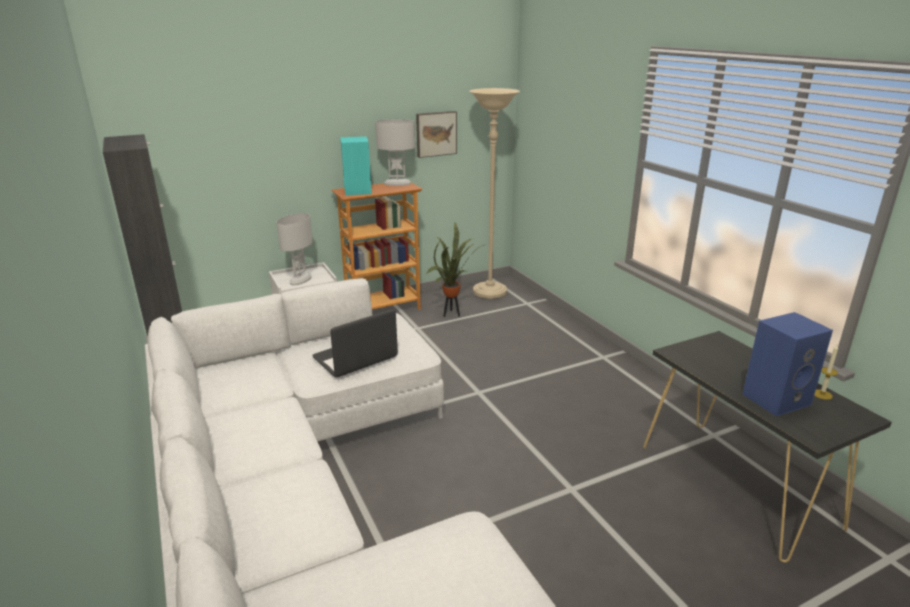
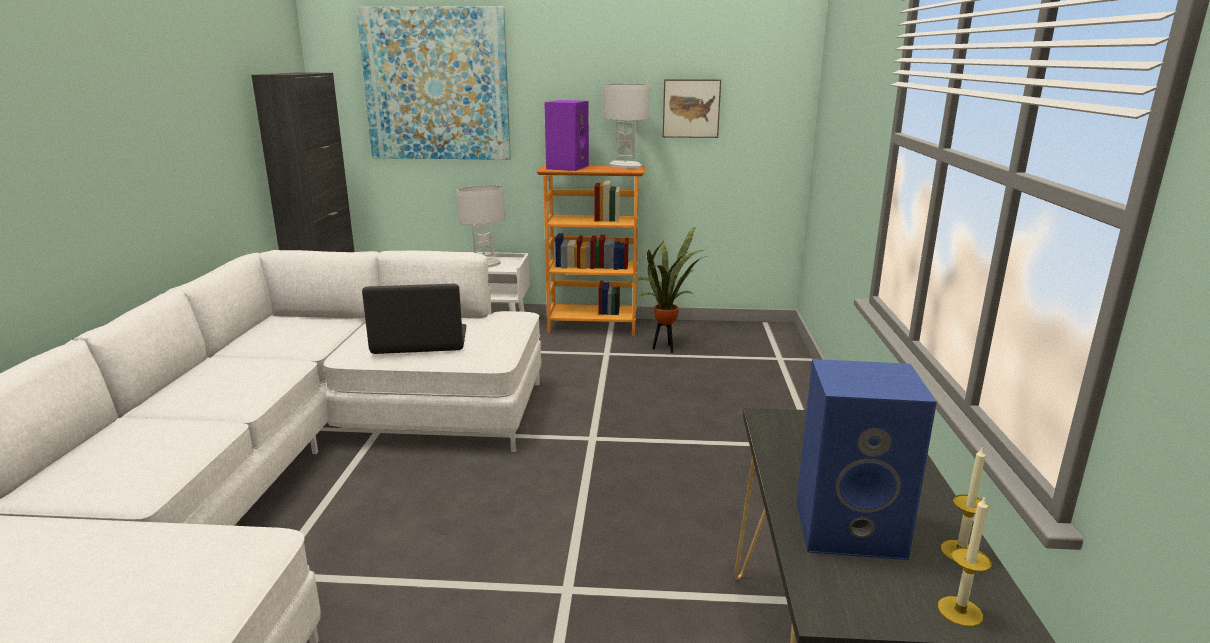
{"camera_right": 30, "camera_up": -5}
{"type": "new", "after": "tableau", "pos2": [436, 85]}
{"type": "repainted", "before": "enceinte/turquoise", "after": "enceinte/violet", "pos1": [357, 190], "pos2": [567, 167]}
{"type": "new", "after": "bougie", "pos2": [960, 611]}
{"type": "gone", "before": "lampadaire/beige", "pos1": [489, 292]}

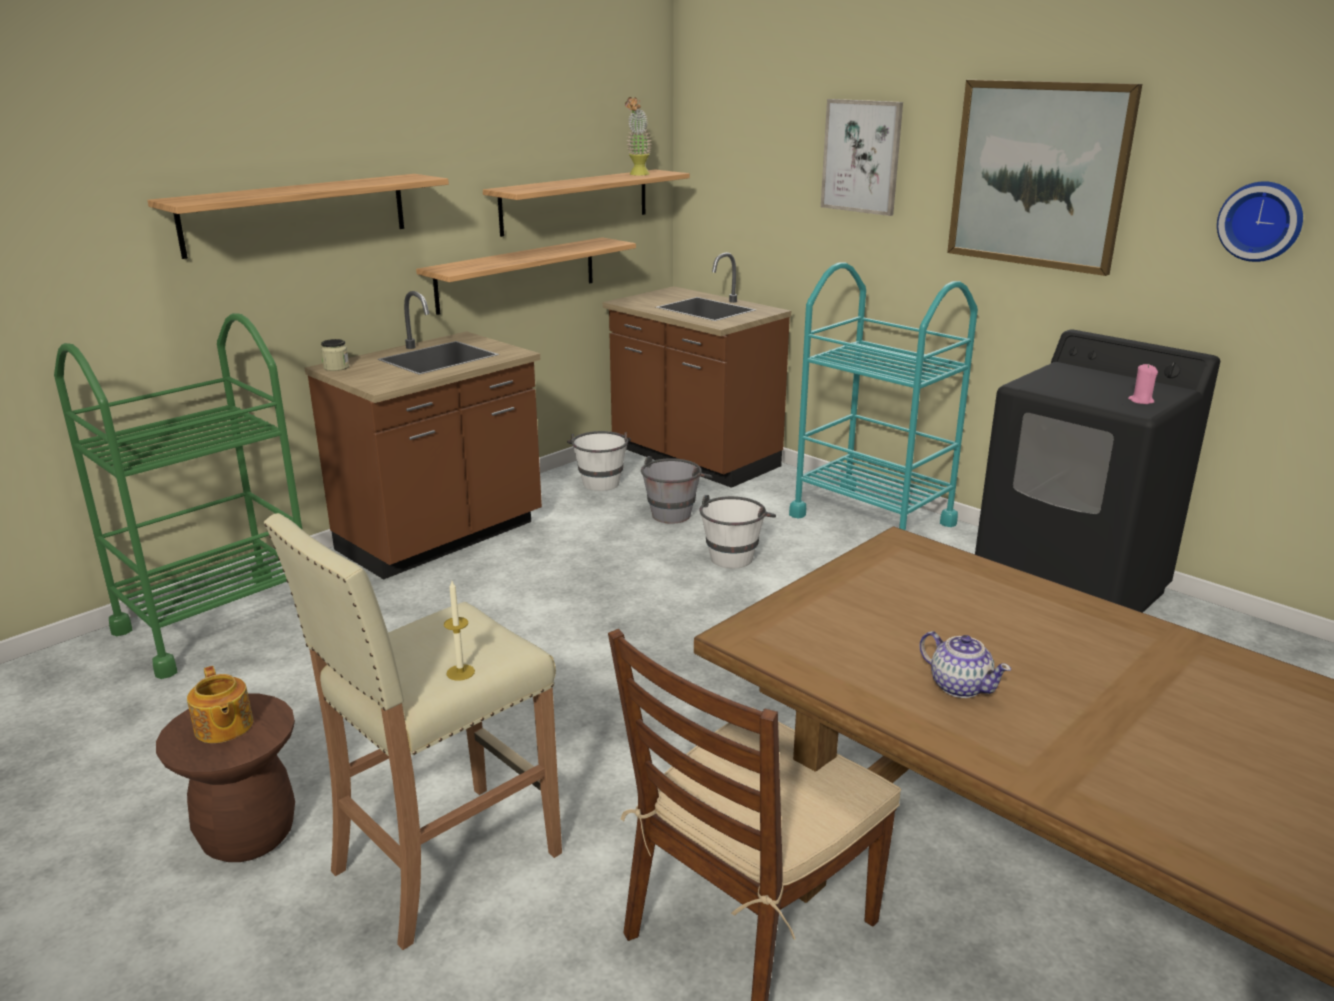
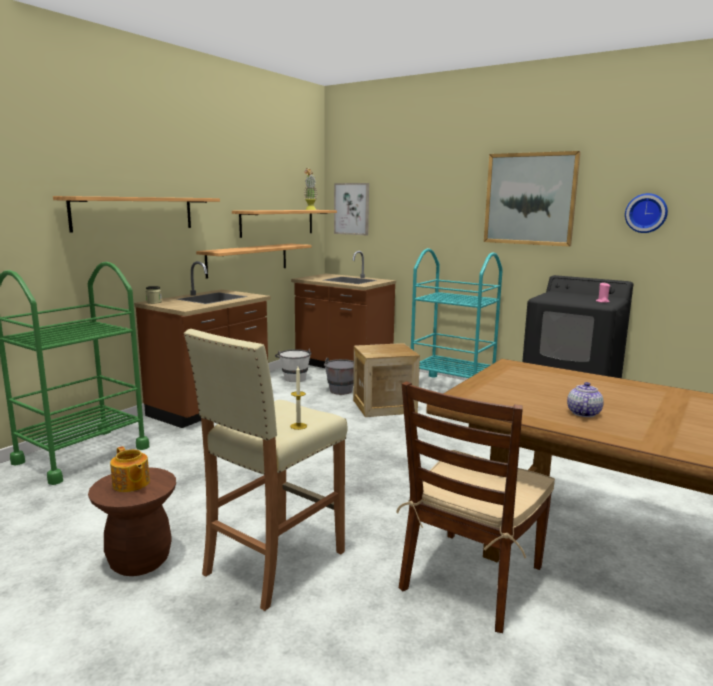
{"camera_right": -10, "camera_up": -10}
{"type": "shifted", "before": "tableau", "pos1": [861, 156], "pos2": [351, 209]}
{"type": "swapped", "before": "seau/blanc", "after": "caisse", "pos1": [735, 554], "pos2": [384, 406]}
{"type": "rotated", "before": "théière", "pos1": [959, 686], "pos2": [583, 413], "turn": -105}

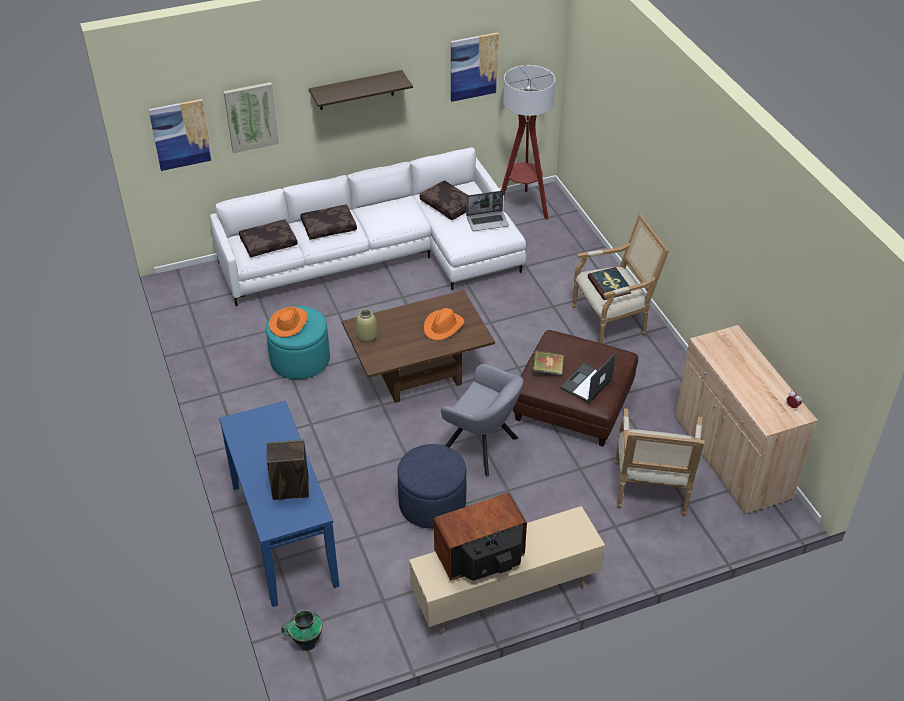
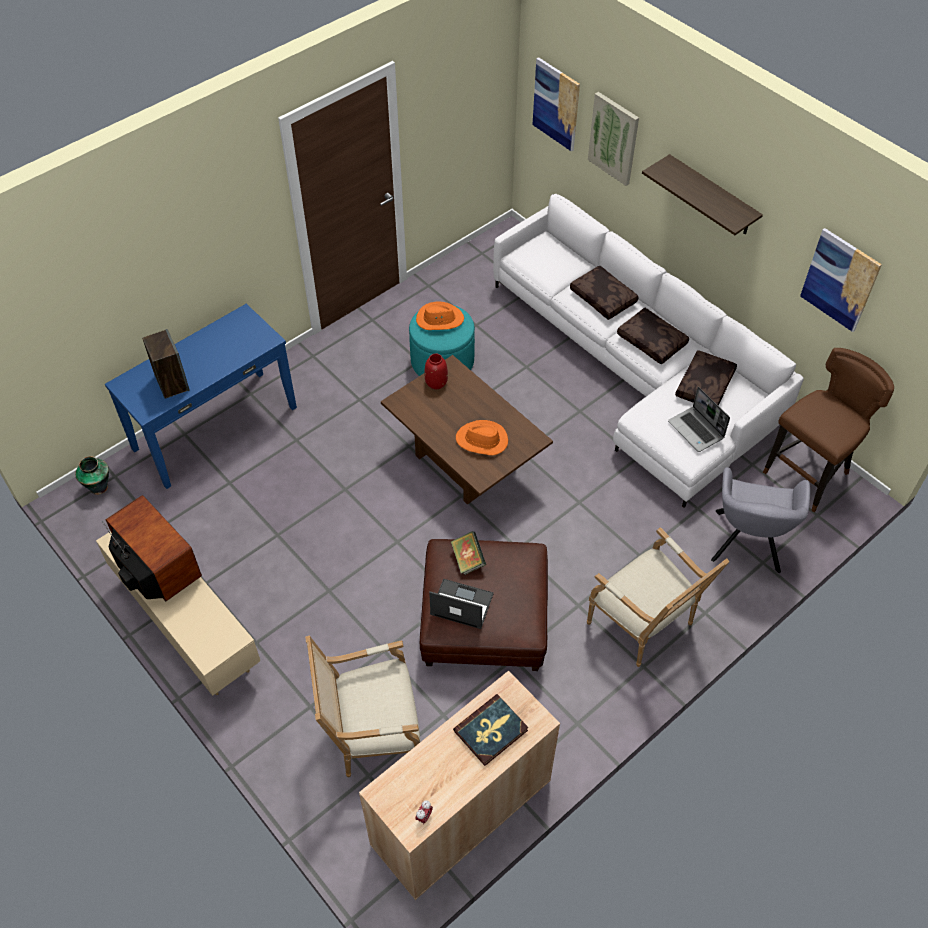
{"camera_right": 70, "camera_up": 10}
{"type": "repainted", "before": "vase/beige", "after": "vase/rouge", "pos1": [367, 337], "pos2": [436, 382]}
{"type": "shifted", "before": "livre", "pos1": [609, 285], "pos2": [491, 731]}
{"type": "shifted", "before": "coussin/marron", "pos1": [269, 243], "pos2": [652, 341]}
{"type": "shifted", "before": "fauteuil/gris", "pos1": [483, 448], "pos2": [746, 545]}
{"type": "swapped", "before": "lampadaire", "after": "tabouret/marron", "pos1": [523, 207], "pos2": [808, 475]}
{"type": "gone", "before": "pouf/bleu", "pos1": [432, 504]}

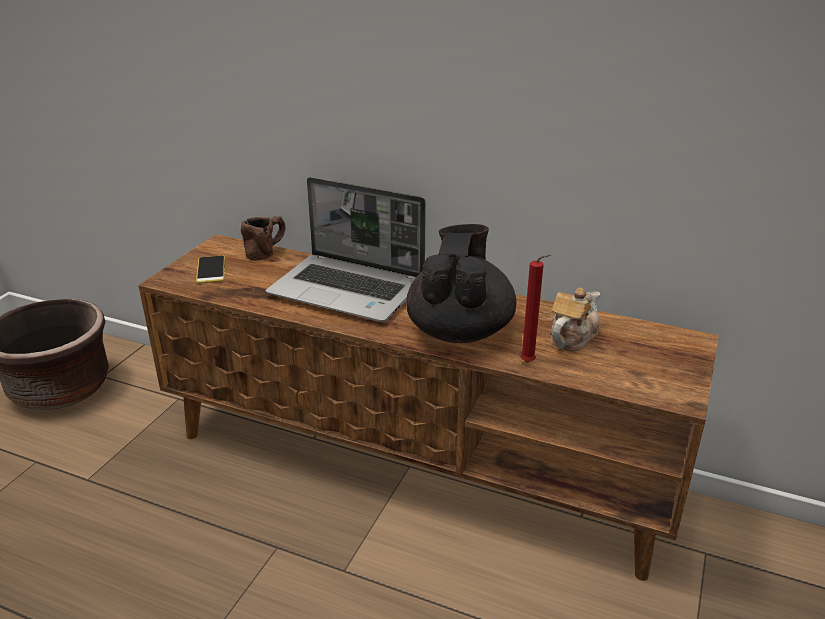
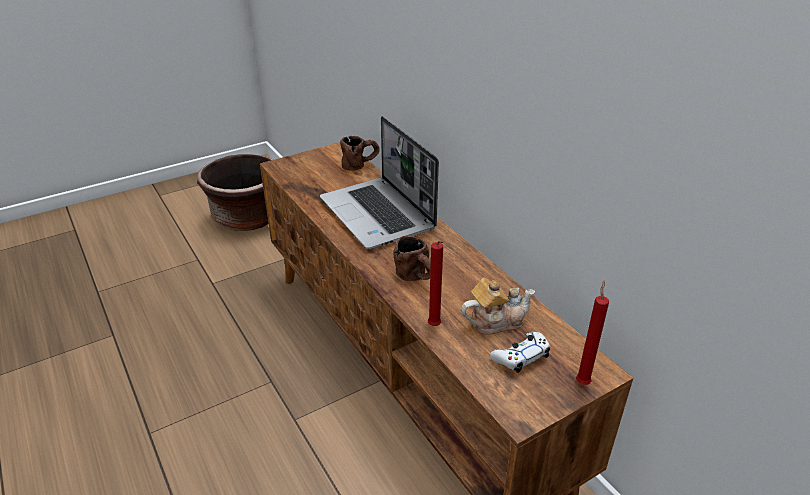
{"camera_right": 35, "camera_up": 5}
{"type": "swapped", "before": "théière/noir", "after": "mug/marron", "pos1": [459, 330], "pos2": [416, 278]}
{"type": "new", "after": "manette/blanc", "pos2": [521, 356]}
{"type": "new", "after": "bougie/rouge", "pos2": [582, 381]}
{"type": "gone", "before": "téléphone", "pos1": [211, 270]}

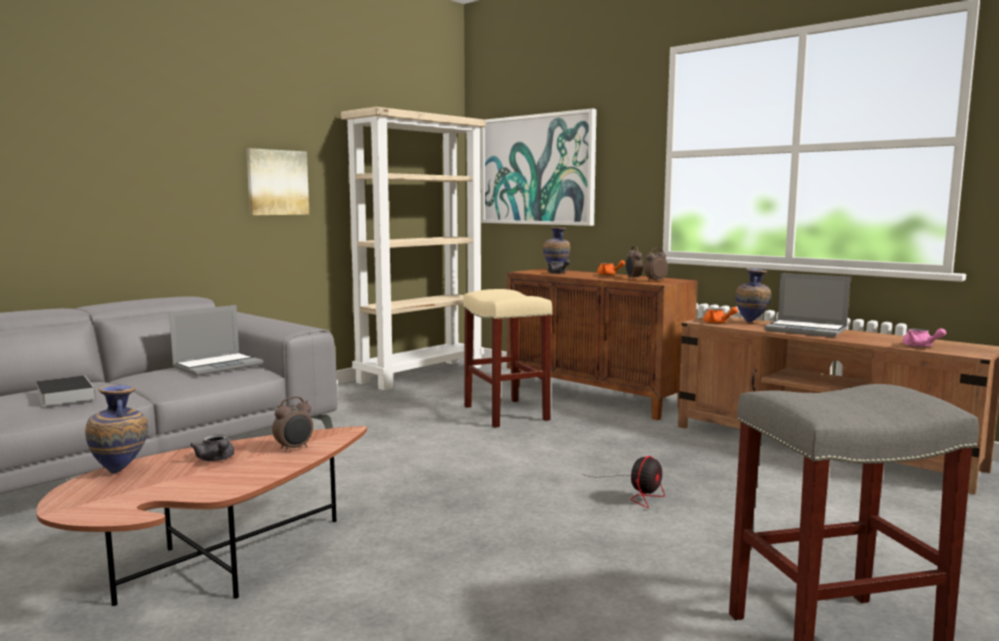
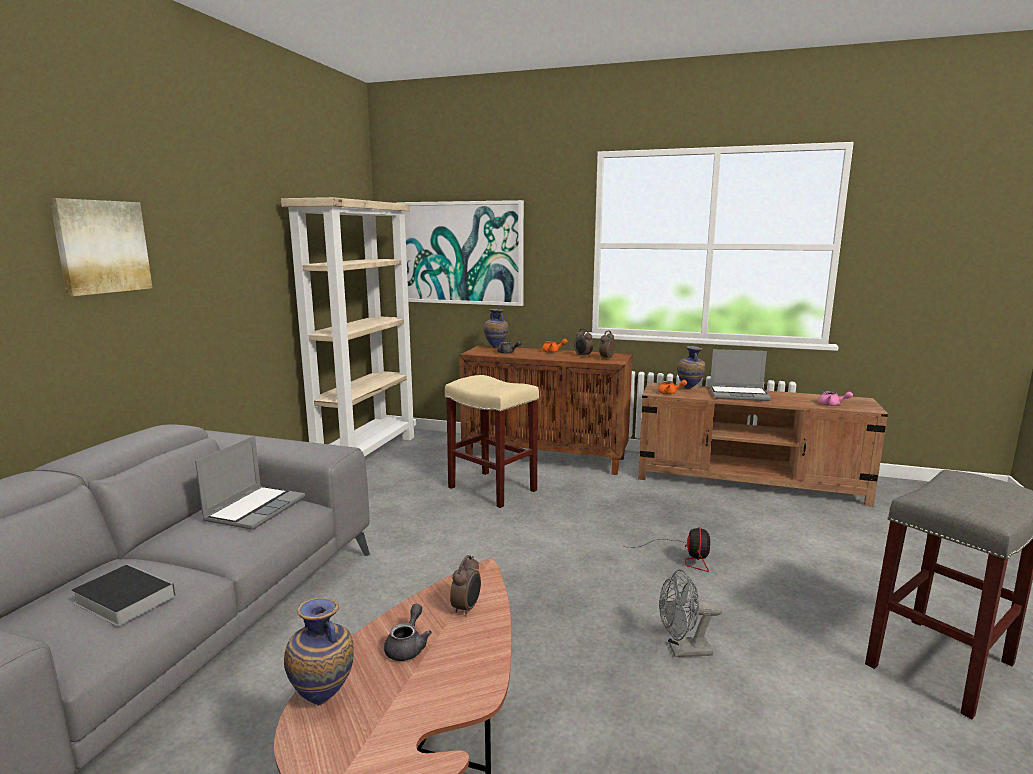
{"camera_right": -25, "camera_up": 5}
{"type": "shifted", "before": "tableau", "pos1": [277, 182], "pos2": [102, 246]}
{"type": "rotated", "before": "théière/gris", "pos1": [216, 459], "pos2": [408, 646], "turn": -105}
{"type": "new", "after": "ventilateur/gris", "pos2": [683, 650]}

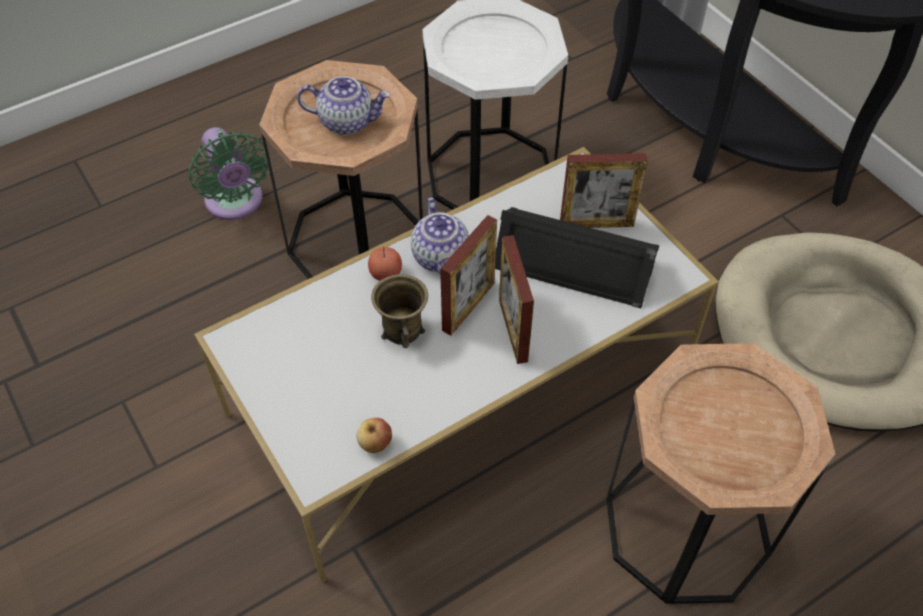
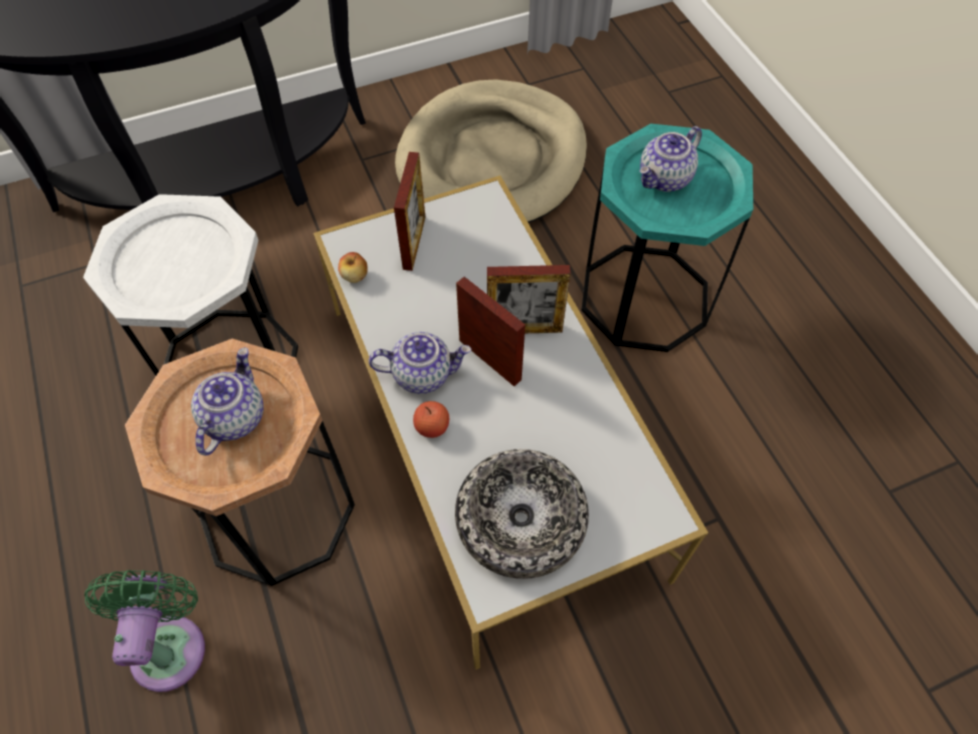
{"camera_right": -80, "camera_up": 5}
{"type": "rotated", "before": "ventilateur/vert", "pos1": [236, 203], "pos2": [169, 643], "turn": -75}
{"type": "shifted", "before": "pomme", "pos1": [375, 443], "pos2": [355, 276]}
{"type": "new", "after": "bol", "pos2": [520, 519]}
{"type": "repainted", "before": "table d'appoint/marron", "after": "table d'appoint/turquoise", "pos1": [687, 527], "pos2": [644, 297]}
{"type": "new", "after": "théière", "pos2": [665, 179]}
{"type": "gone", "before": "mug/marron", "pos1": [403, 329]}
{"type": "gone", "before": "enceinte/noir", "pos1": [574, 262]}

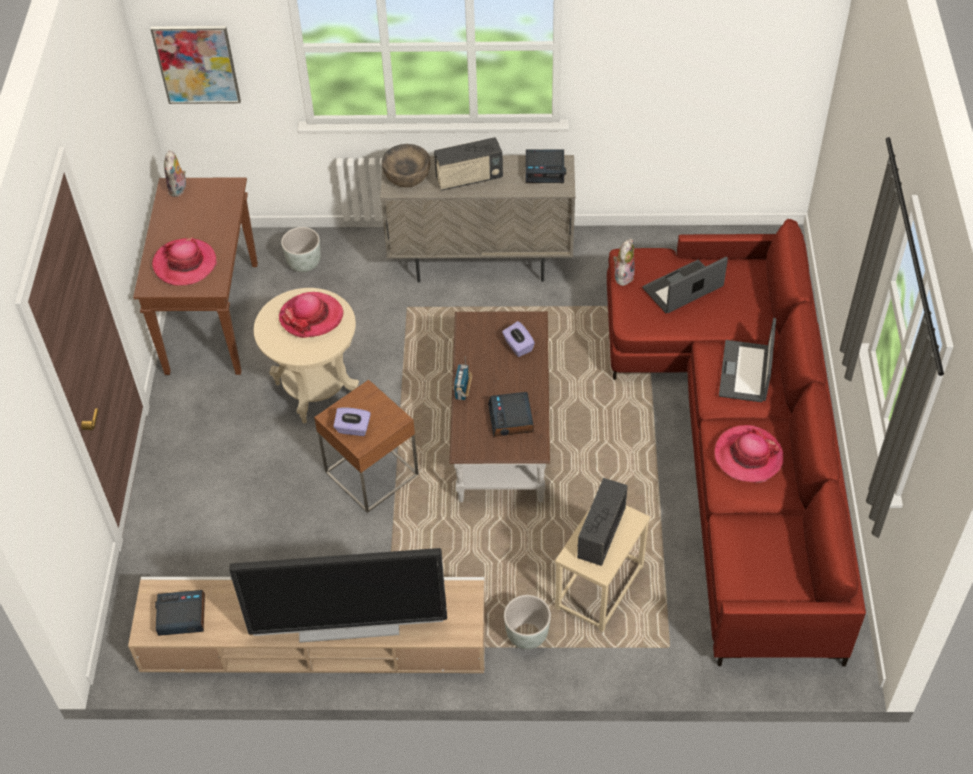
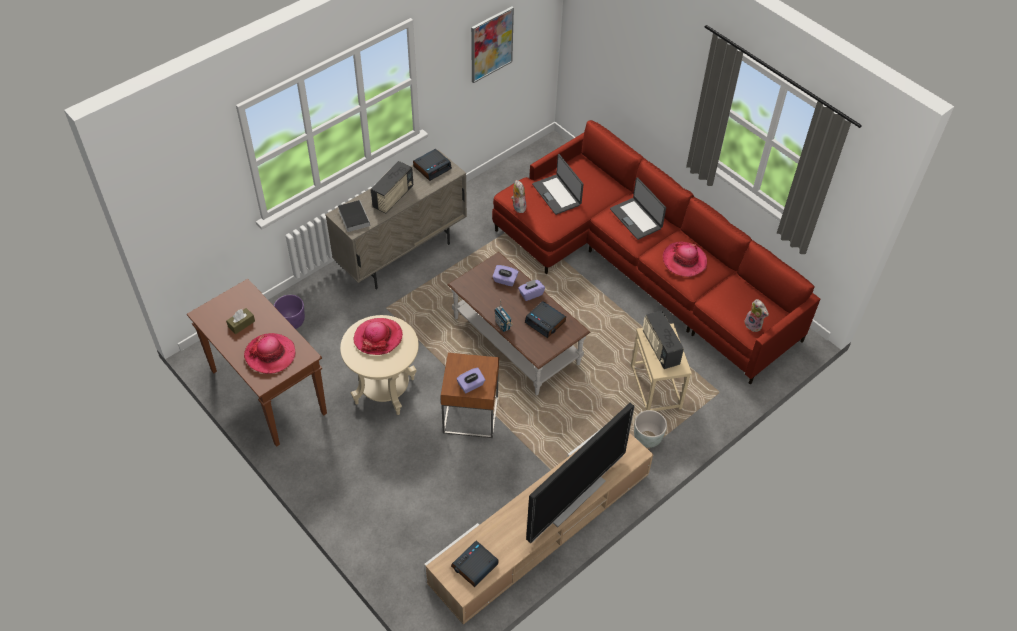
{"camera_right": -45, "camera_up": 0}
{"type": "new", "after": "boîte à mouchoirs/marron", "pos2": [241, 324]}
{"type": "repainted", "before": "cache-pot/gris", "after": "cache-pot/violet", "pos1": [304, 263], "pos2": [291, 322]}
{"type": "swapped", "before": "bol/marron", "after": "livre", "pos1": [407, 175], "pos2": [353, 217]}
{"type": "shifted", "before": "tableau", "pos1": [197, 64], "pos2": [491, 44]}
{"type": "new", "after": "boîte à mouchoirs/violet", "pos2": [531, 294]}
{"type": "rotated", "before": "ordinateur portable", "pos1": [683, 288], "pos2": [557, 194], "turn": -45}
{"type": "shifted", "before": "peluche", "pos1": [179, 189], "pos2": [754, 325]}

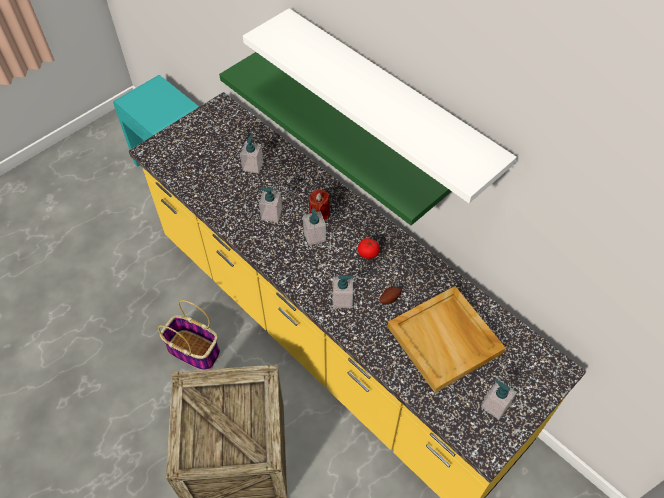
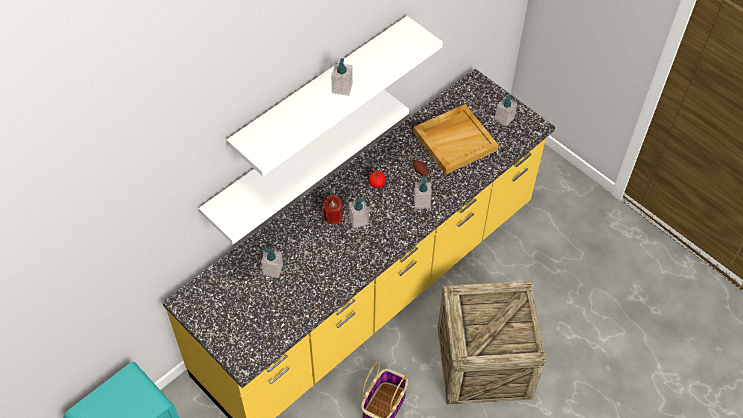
{"camera_right": -90, "camera_up": 0}
{"type": "repainted", "before": "étagère/vert", "after": "étagère/blanc", "pos1": [349, 130], "pos2": [292, 156]}
{"type": "shifted", "before": "distributeur de savon", "pos1": [271, 214], "pos2": [342, 88]}

